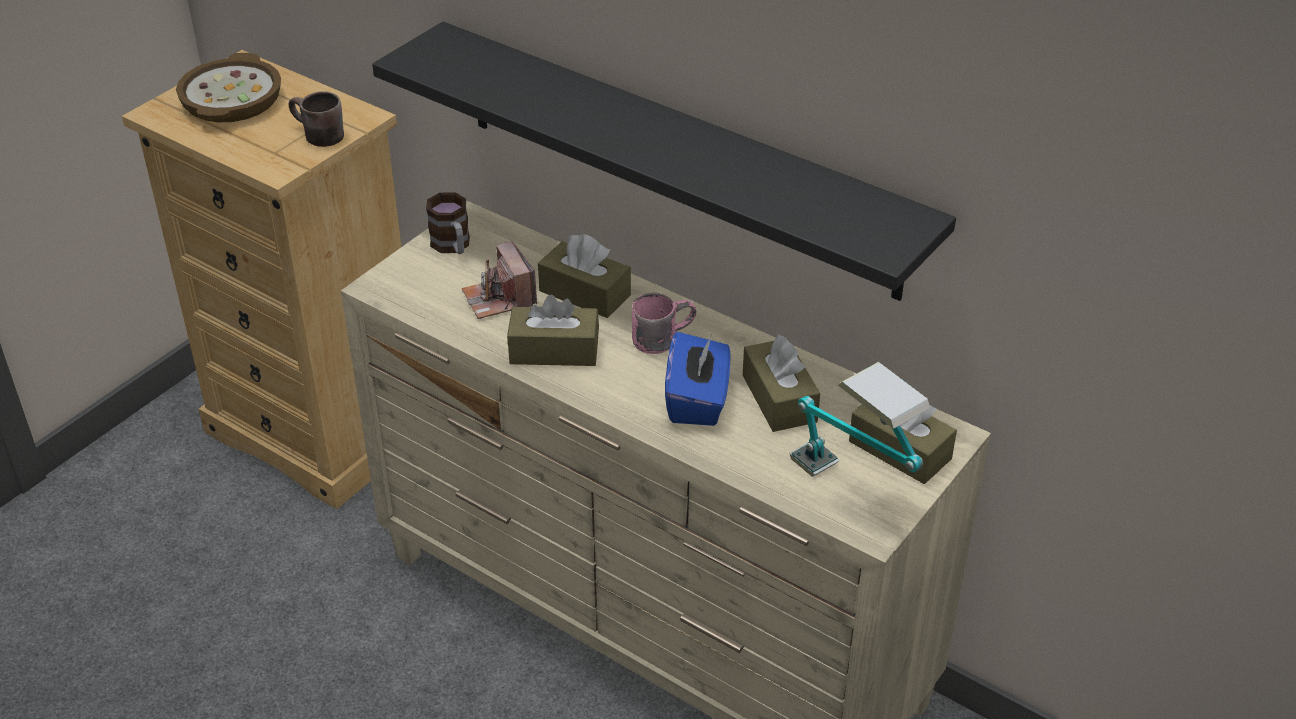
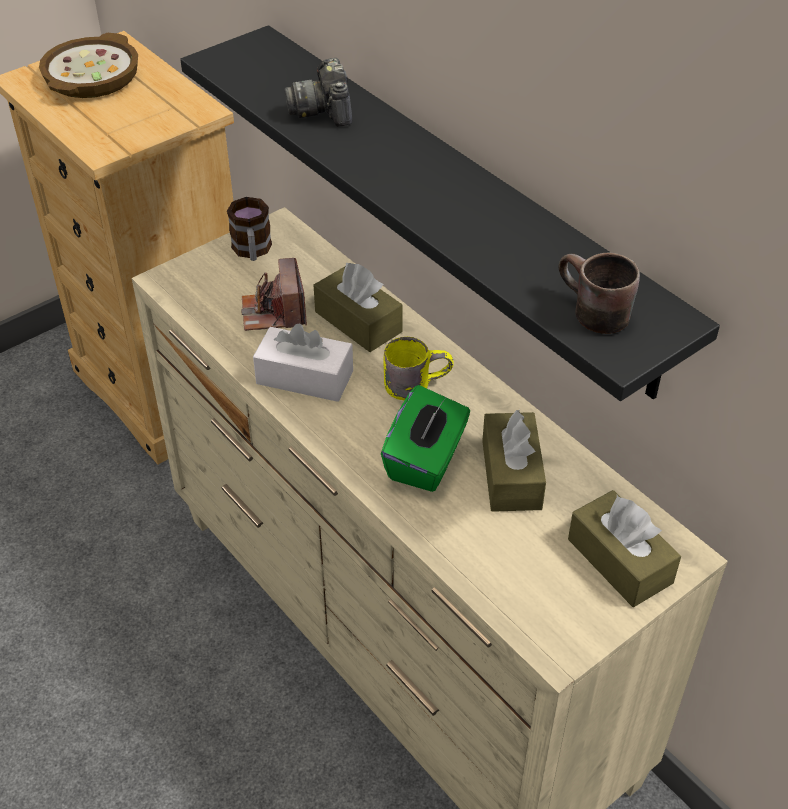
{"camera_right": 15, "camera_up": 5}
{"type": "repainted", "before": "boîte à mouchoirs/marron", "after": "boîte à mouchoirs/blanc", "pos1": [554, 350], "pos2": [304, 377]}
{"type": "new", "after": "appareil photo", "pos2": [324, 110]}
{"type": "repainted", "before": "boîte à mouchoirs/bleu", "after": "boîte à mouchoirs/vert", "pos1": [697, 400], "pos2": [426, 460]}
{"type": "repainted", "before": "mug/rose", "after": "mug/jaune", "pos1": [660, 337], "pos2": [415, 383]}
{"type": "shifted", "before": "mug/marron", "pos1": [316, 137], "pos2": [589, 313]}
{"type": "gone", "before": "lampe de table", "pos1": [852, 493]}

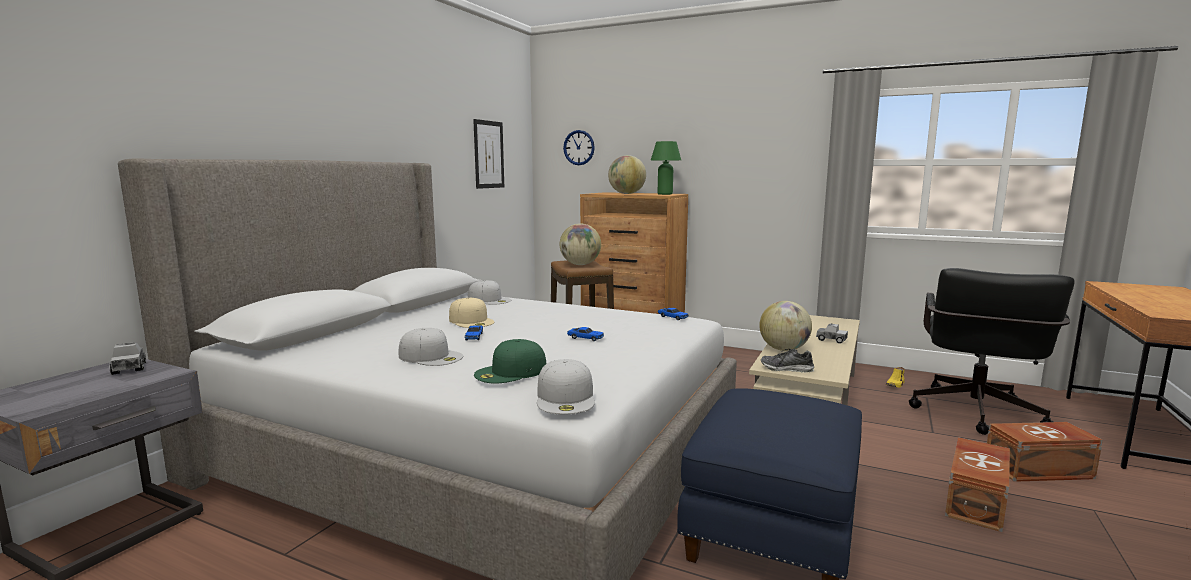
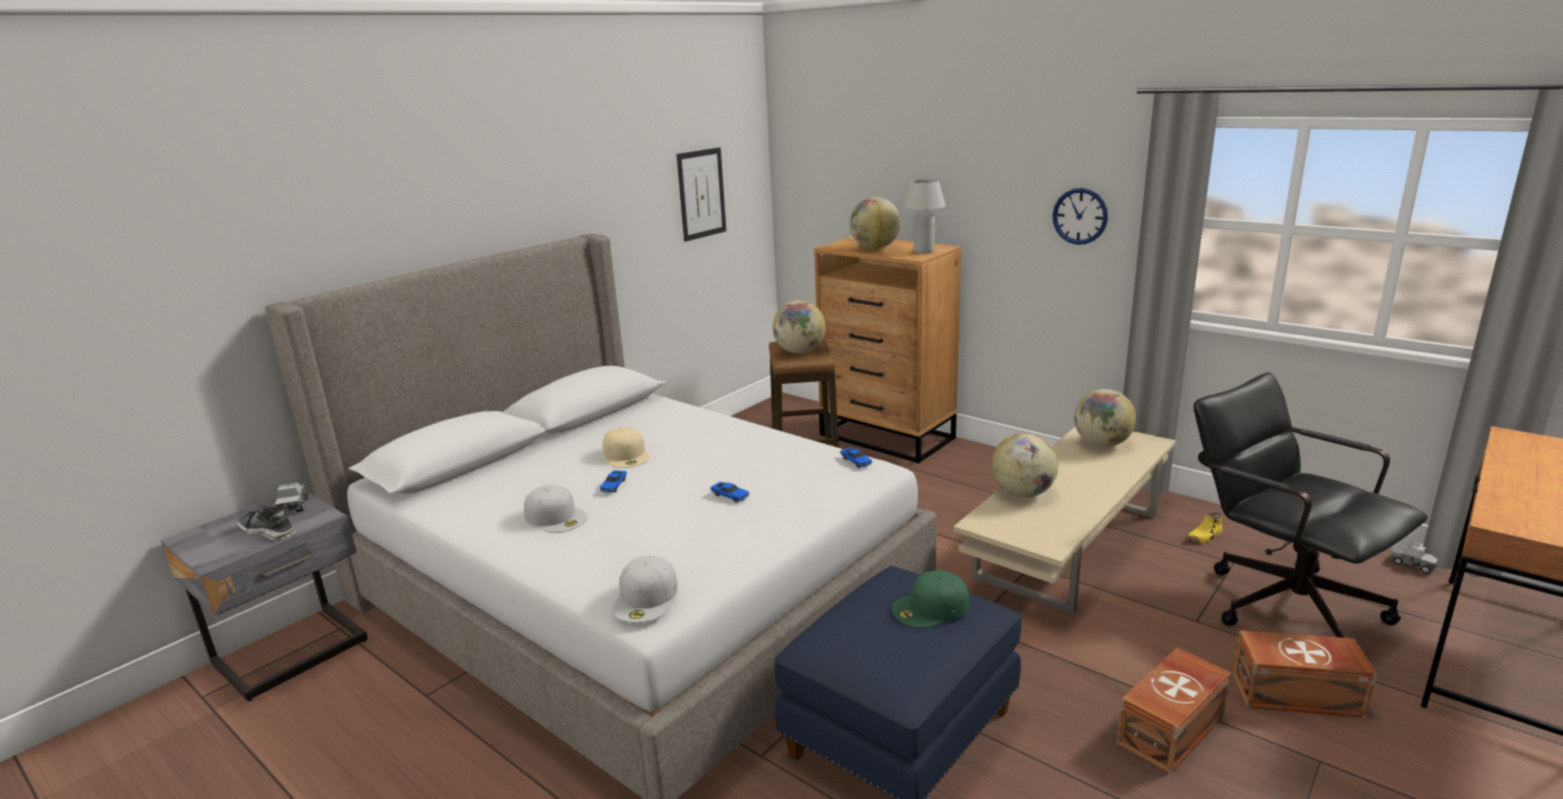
{"camera_right": 15, "camera_up": 10}
{"type": "shifted", "before": "chaussure", "pos1": [786, 369], "pos2": [267, 531]}
{"type": "shifted", "before": "casquette/vert", "pos1": [510, 372], "pos2": [930, 608]}
{"type": "repainted", "before": "lampe de table/vert", "after": "lampe de table/blanc", "pos1": [665, 194], "pos2": [923, 251]}
{"type": "shifted", "before": "horloge murale", "pos1": [579, 147], "pos2": [1080, 216]}
{"type": "new", "after": "globe", "pos2": [1101, 444]}
{"type": "rotated", "before": "chaise de bureau/noir", "pos1": [975, 416], "pos2": [1279, 601], "turn": 105}
{"type": "shifted", "before": "camion jouet", "pos1": [831, 340], "pos2": [1412, 564]}
{"type": "gone", "before": "casquette/blanc", "pos1": [489, 300]}

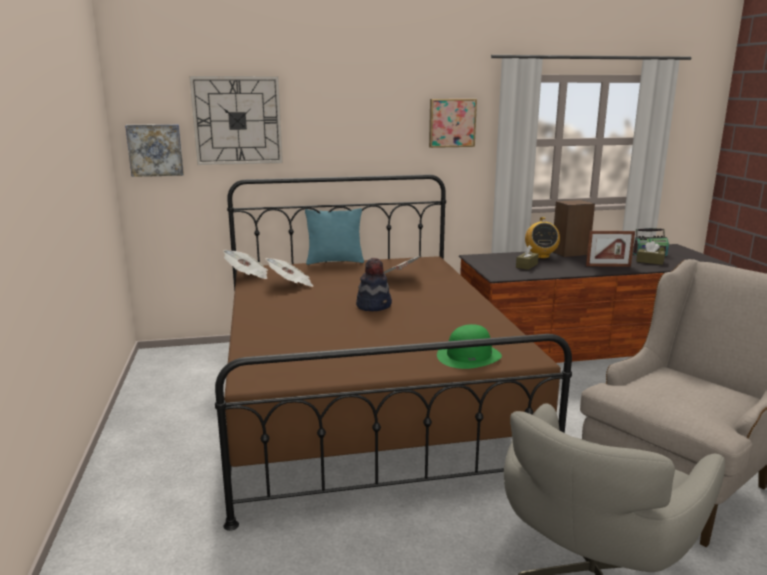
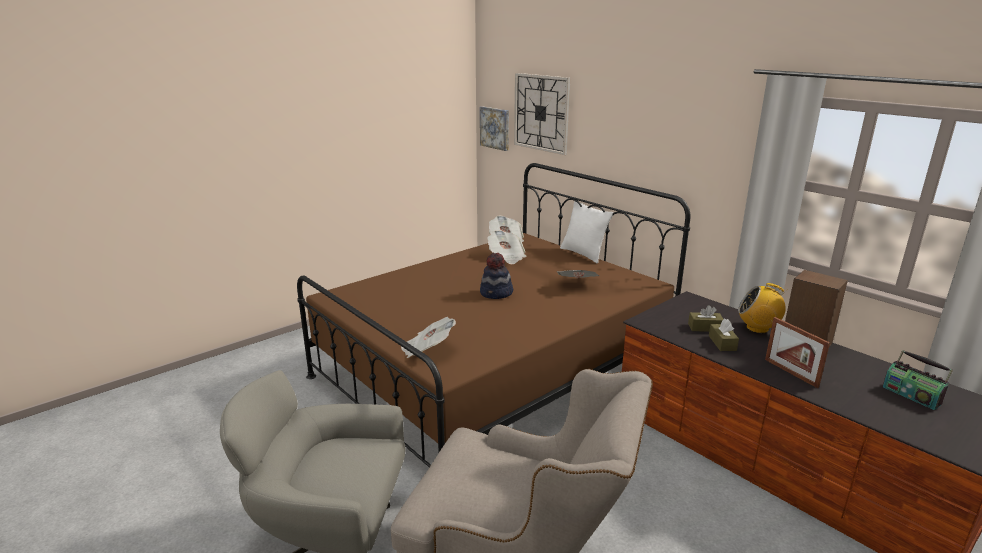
{"camera_right": 60, "camera_up": 5}
{"type": "swapped", "before": "chapeau/vert", "after": "journal", "pos1": [469, 356], "pos2": [427, 350]}
{"type": "repainted", "before": "coussin/turquoise", "after": "coussin/blanc", "pos1": [335, 261], "pos2": [583, 254]}
{"type": "shifted", "before": "boîte à mouchoirs/marron", "pos1": [650, 261], "pos2": [722, 343]}
{"type": "rotated", "before": "radio", "pos1": [540, 256], "pos2": [757, 328], "turn": 45}
{"type": "gone", "before": "tableau", "pos1": [451, 123]}

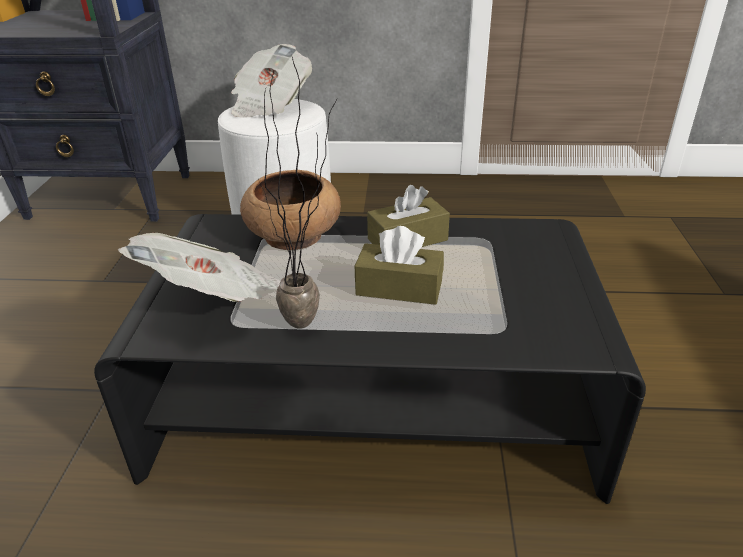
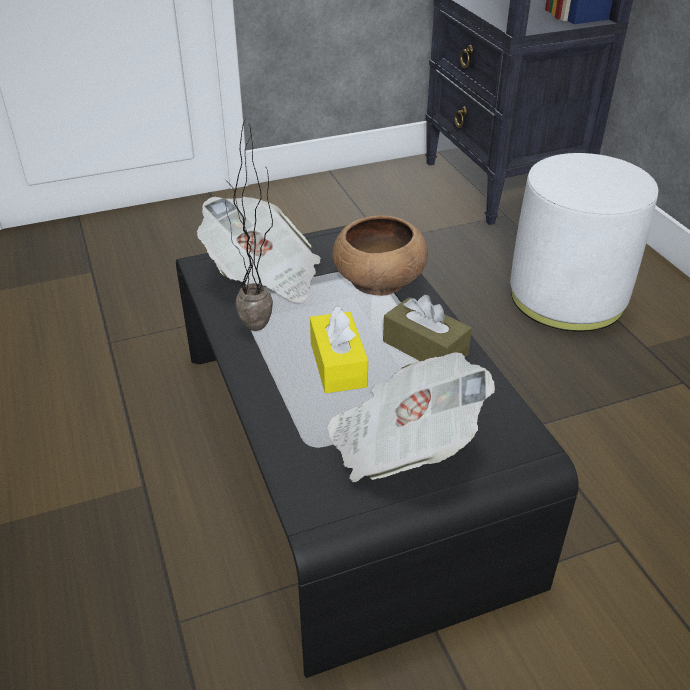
{"camera_right": 65, "camera_up": 5}
{"type": "repainted", "before": "boîte à mouchoirs/marron", "after": "boîte à mouchoirs/jaune", "pos1": [399, 288], "pos2": [338, 364]}
{"type": "shifted", "before": "journal", "pos1": [270, 105], "pos2": [402, 444]}

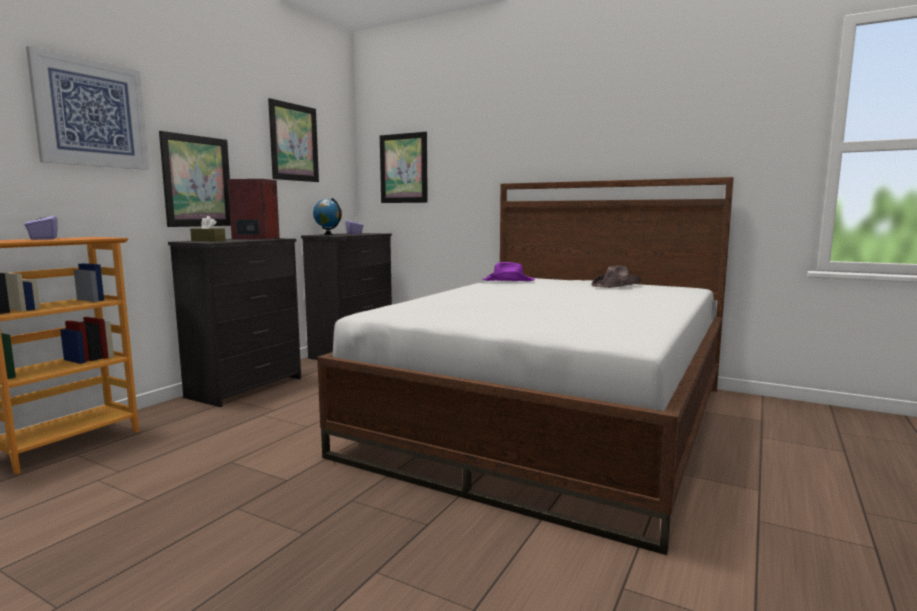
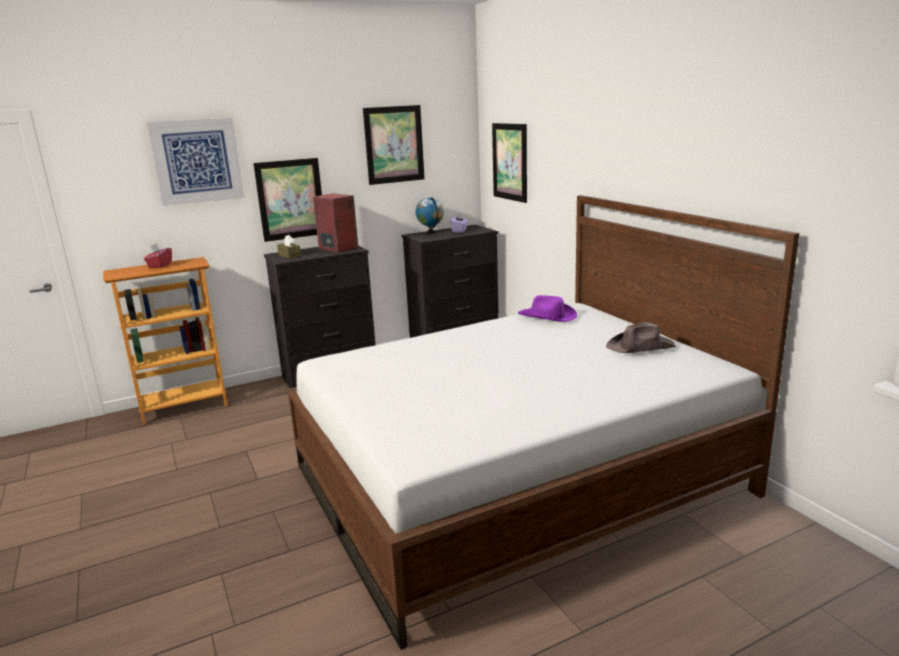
{"camera_right": 35, "camera_up": 10}
{"type": "repainted", "before": "boîte à mouchoirs/violet", "after": "boîte à mouchoirs/rouge", "pos1": [43, 239], "pos2": [160, 265]}

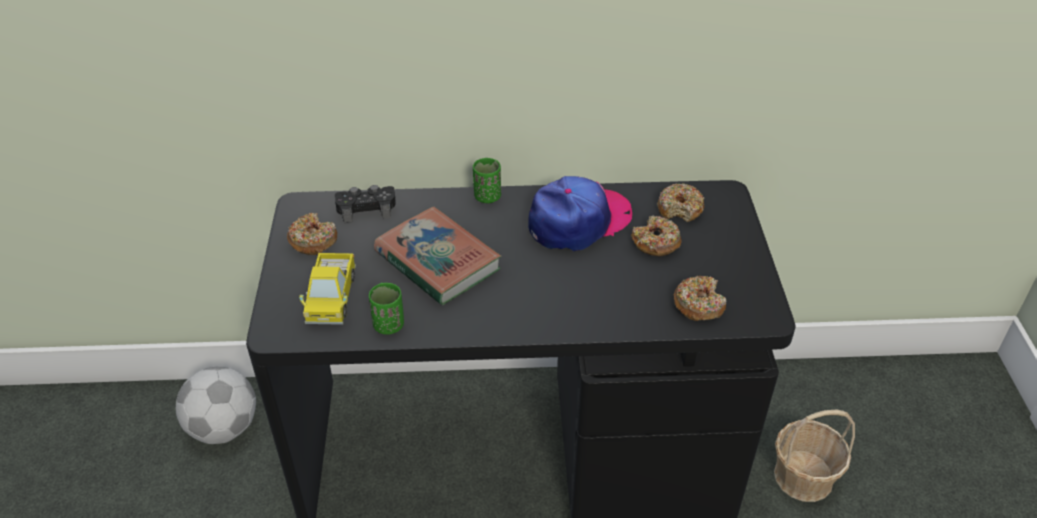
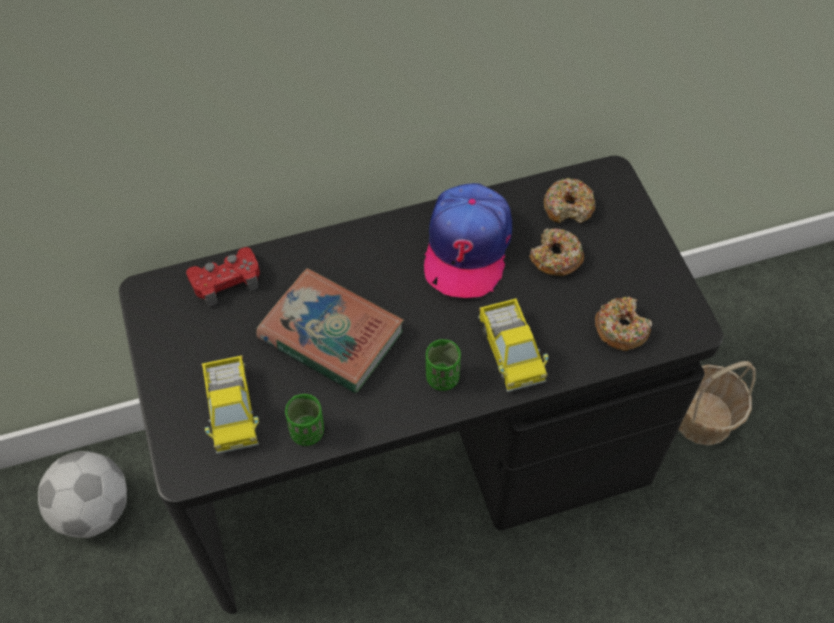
{"camera_right": -15, "camera_up": 15}
{"type": "repainted", "before": "manette/noir", "after": "manette/rouge", "pos1": [366, 208], "pos2": [226, 280]}
{"type": "rotated", "before": "casquette", "pos1": [579, 221], "pos2": [467, 247], "turn": 150}
{"type": "shifted", "before": "tasse/vert", "pos1": [487, 197], "pos2": [442, 377]}
{"type": "new", "after": "camion jouet", "pos2": [510, 352]}
{"type": "gone", "before": "beignet", "pos1": [313, 241]}

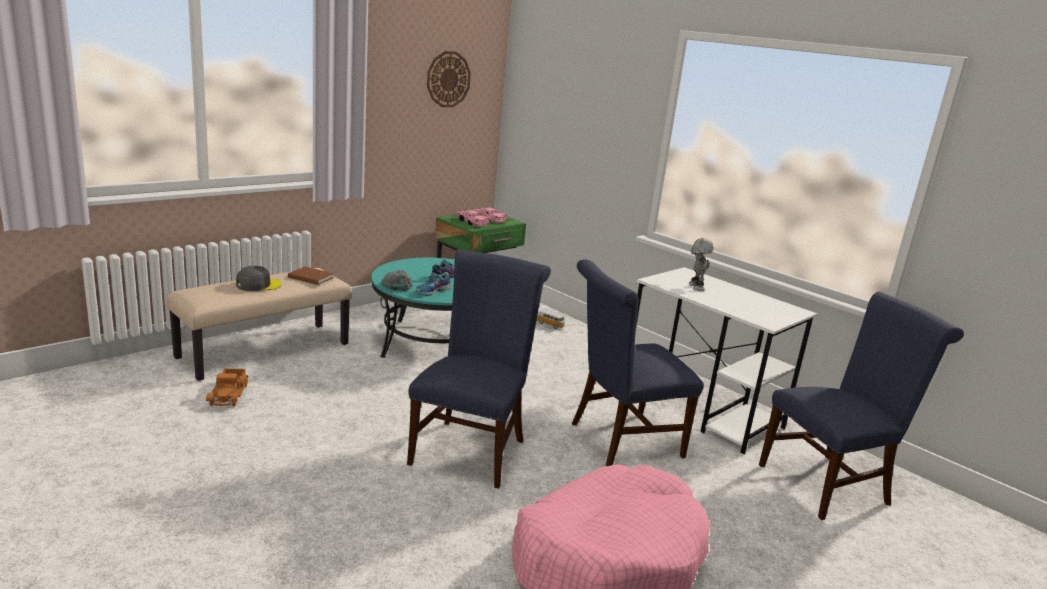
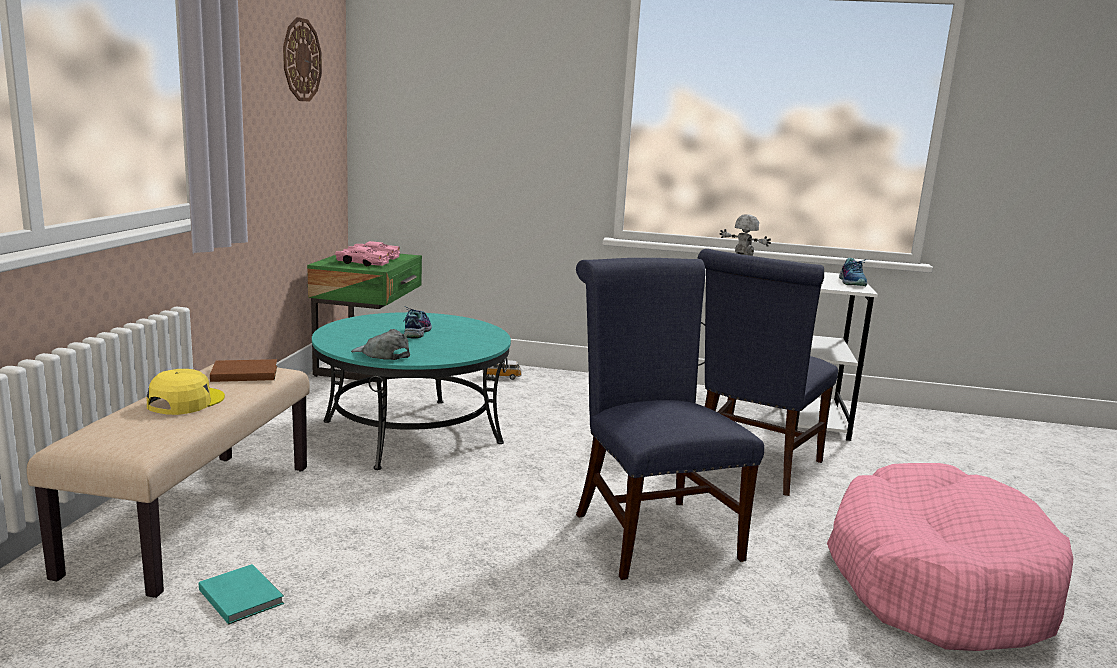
{"camera_right": -35, "camera_up": -5}
{"type": "repainted", "before": "casquette/gris", "after": "casquette/jaune", "pos1": [258, 285], "pos2": [185, 402]}
{"type": "swapped", "before": "camion jouet", "after": "livre/turquoise", "pos1": [229, 394], "pos2": [241, 595]}
{"type": "shifted", "before": "chaussure", "pos1": [433, 291], "pos2": [852, 282]}
{"type": "gone", "before": "chaise/bleu", "pos1": [830, 483]}

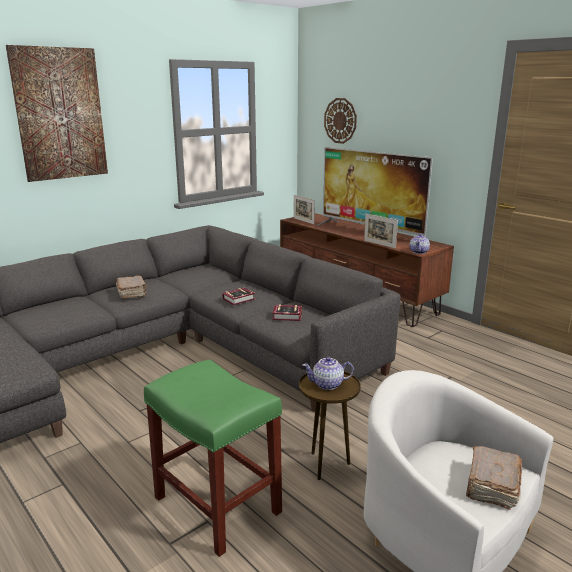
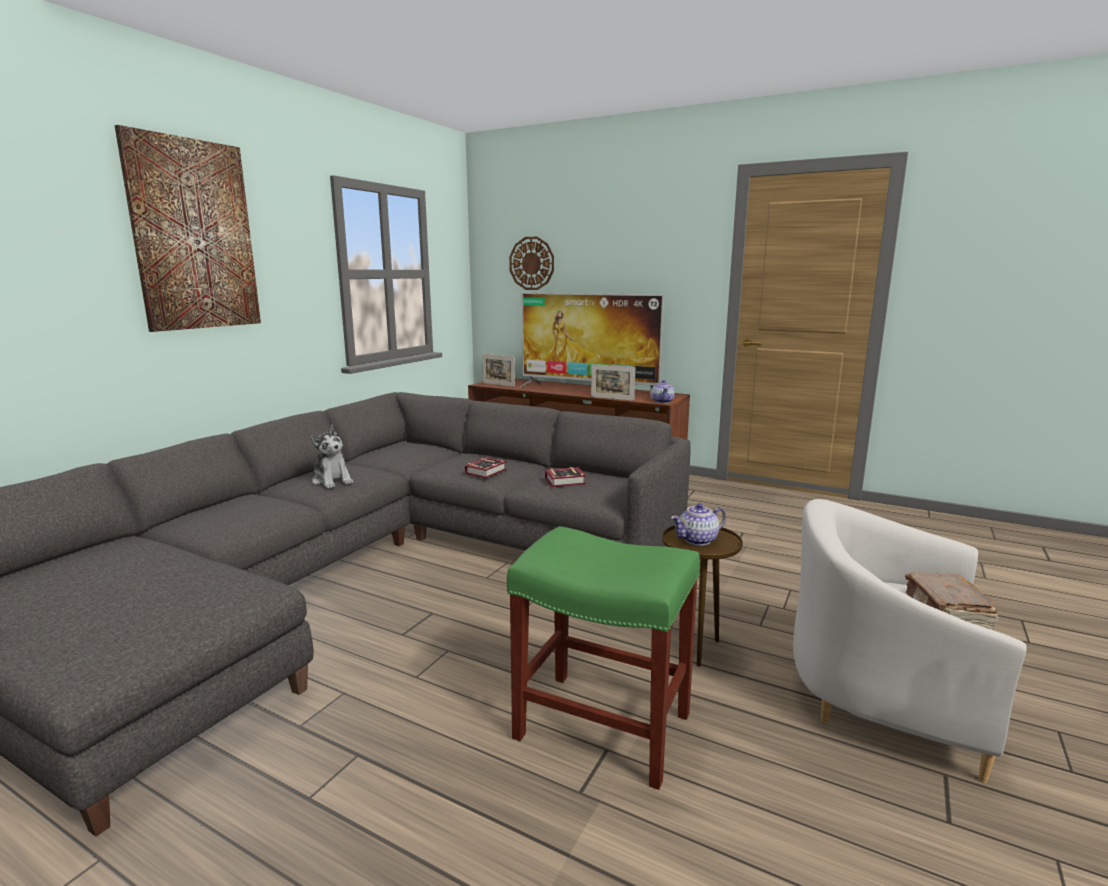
{"camera_right": -20, "camera_up": -5}
{"type": "swapped", "before": "livre/marron", "after": "peluche", "pos1": [132, 293], "pos2": [332, 481]}

